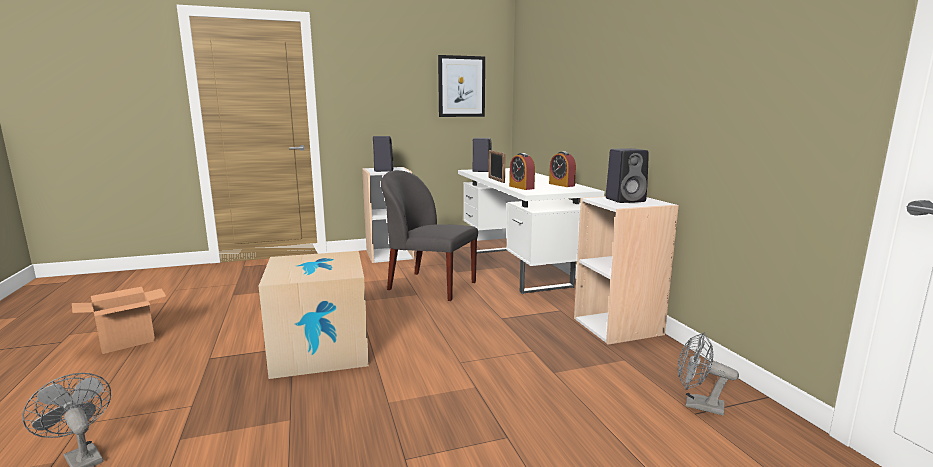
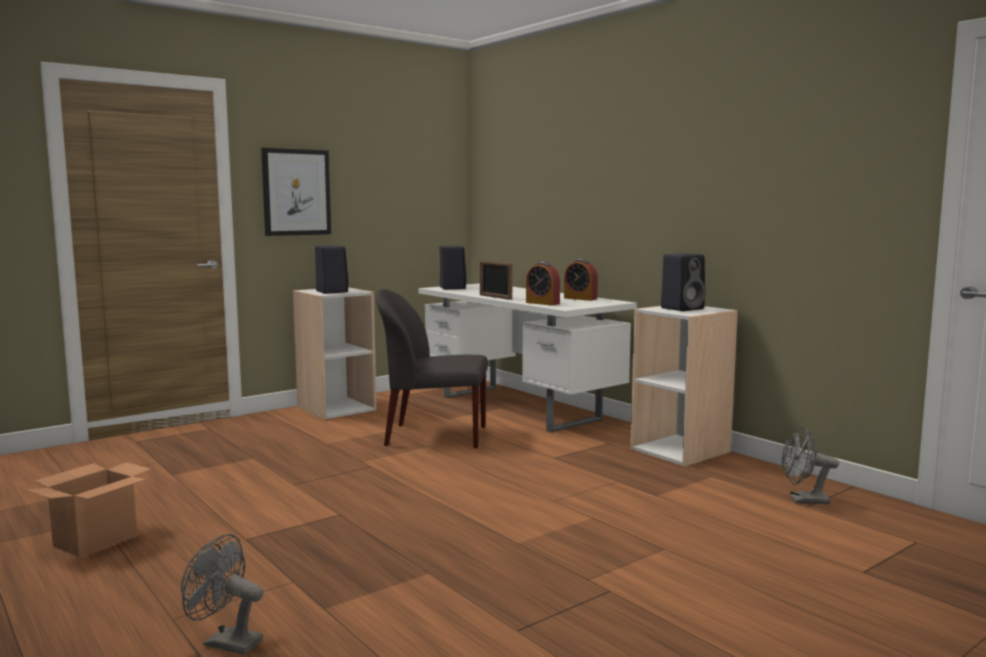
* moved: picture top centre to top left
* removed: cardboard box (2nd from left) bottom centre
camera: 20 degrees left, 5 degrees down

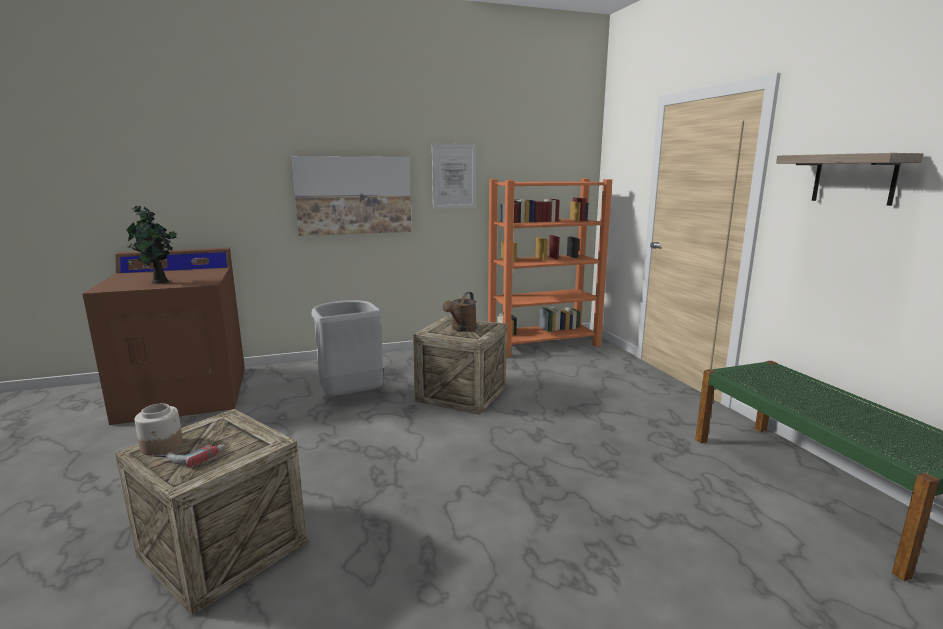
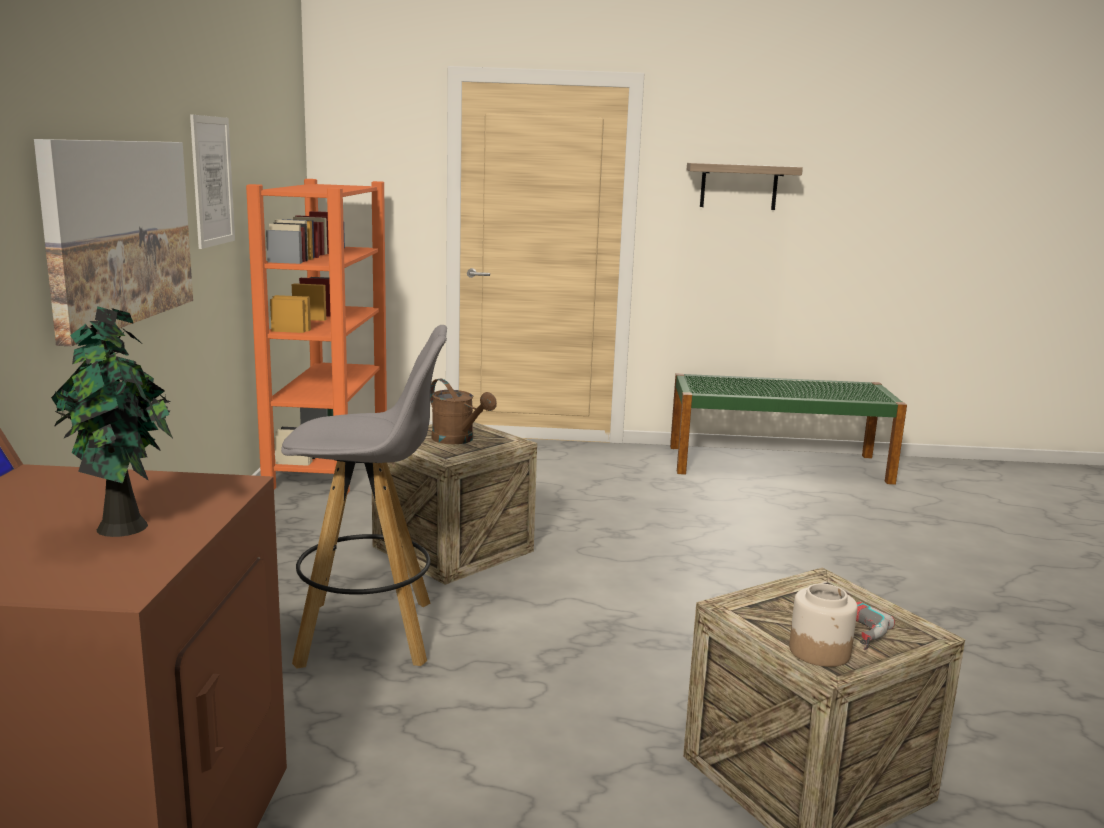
* replaced: grey trash can centre to grey stool middle left
camera: 70 degrees left, 0 degrees up

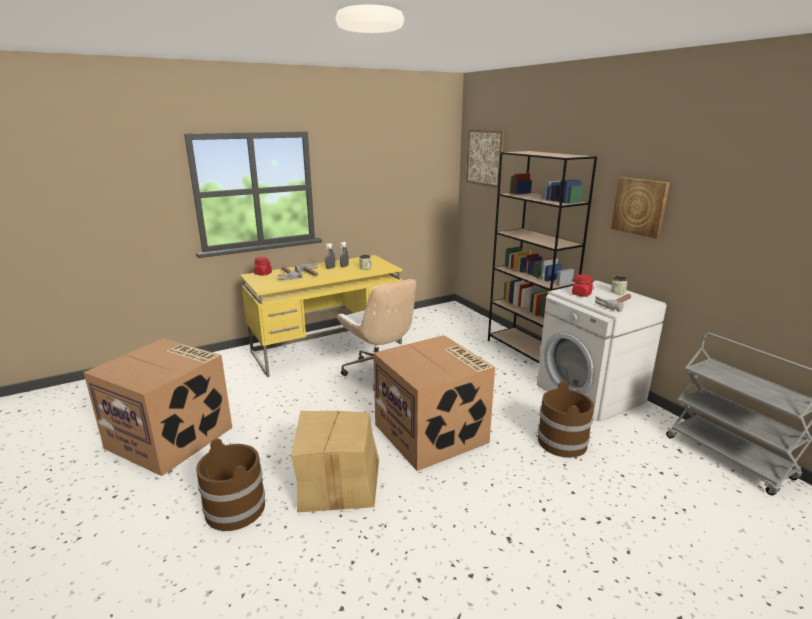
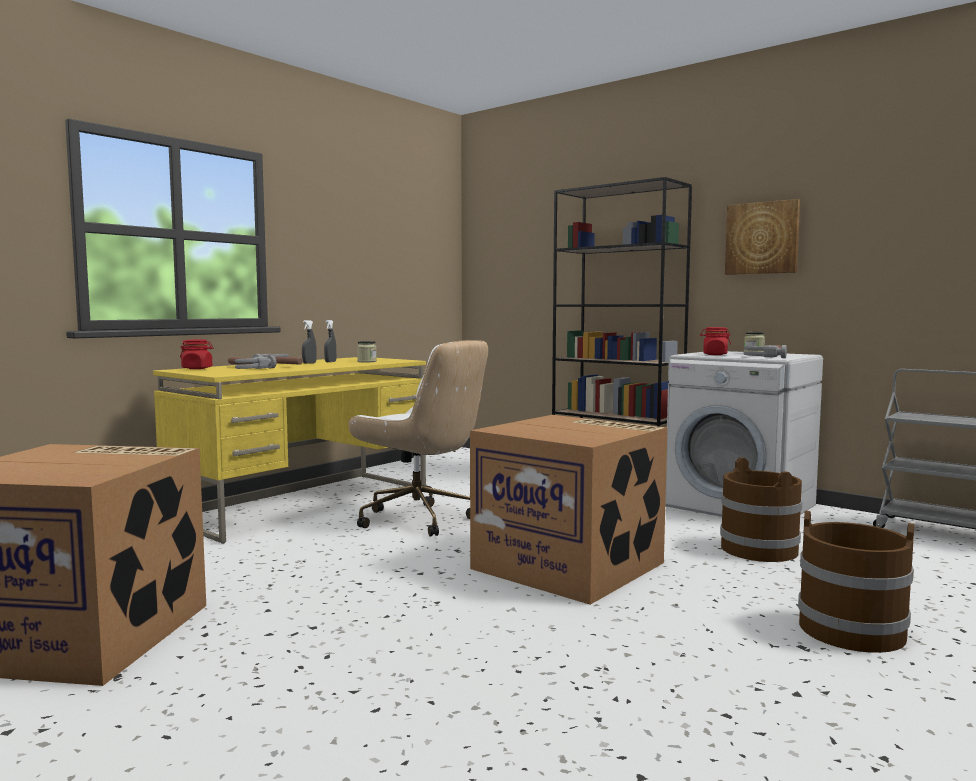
* moved: brown bucket (1st from left in the first image) bottom left to brown bucket (2nd from left) bottom right
* removed: cardboard box (2nd from left) bottom centre
* removed: picture (1st from left) top centre
camera: 20 degrees left, 15 degrees down

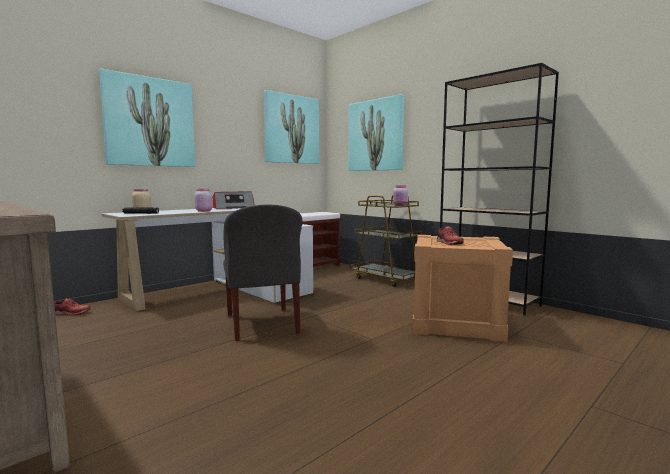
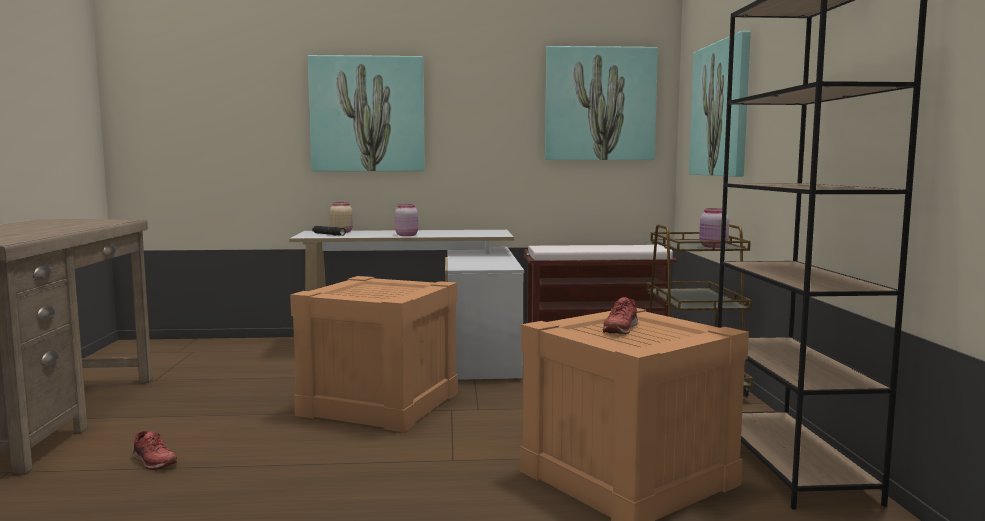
* moved: red shoe (1st from left) middle left to bottom left
* replaced: grey chair centre to crate (1st from left) bottom centre
* removed: radio centre
camera: 40 degrees right, 0 degrees up

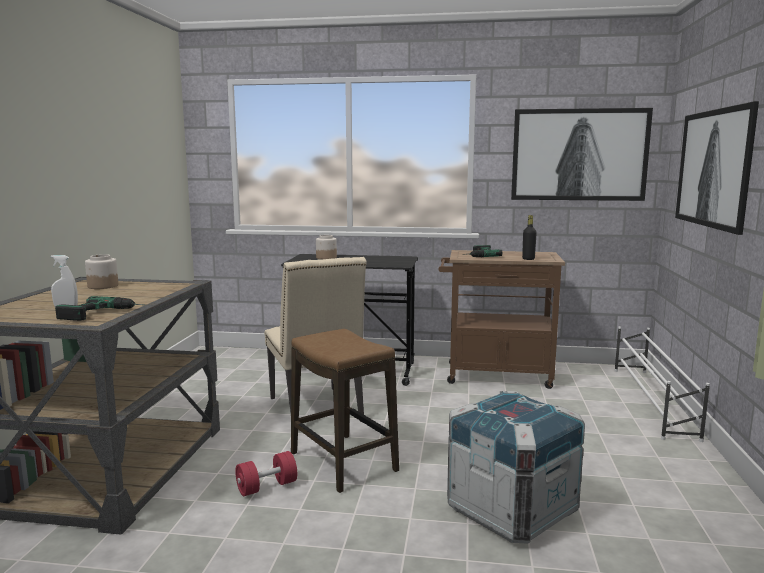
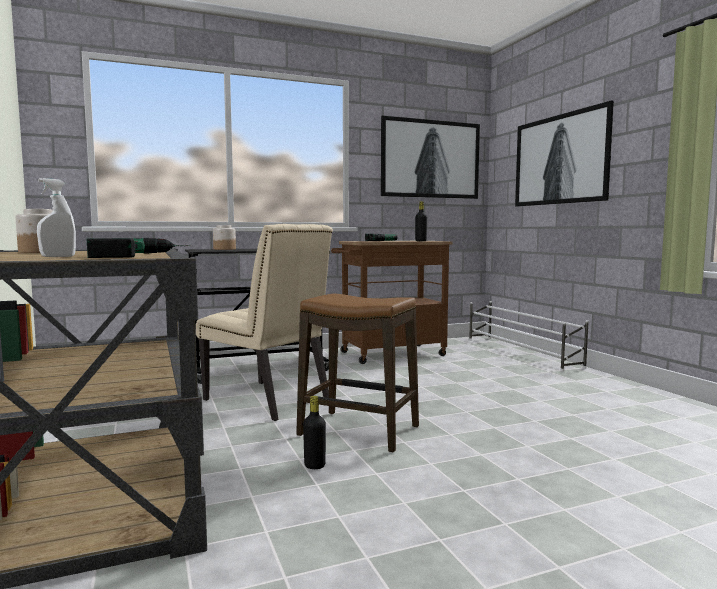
* replaced: red dumbbell bottom centre to black bottle (1st from left) bottom centre
* removed: crate bottom right
camera: 30 degrees left, 5 degrees down

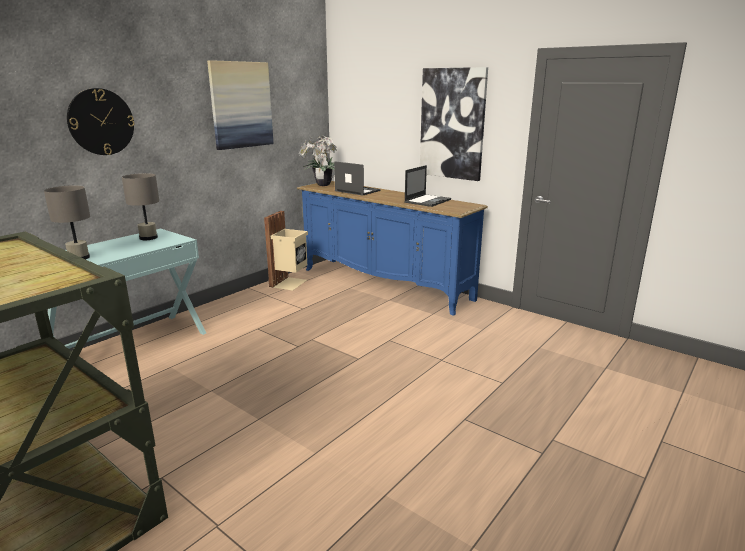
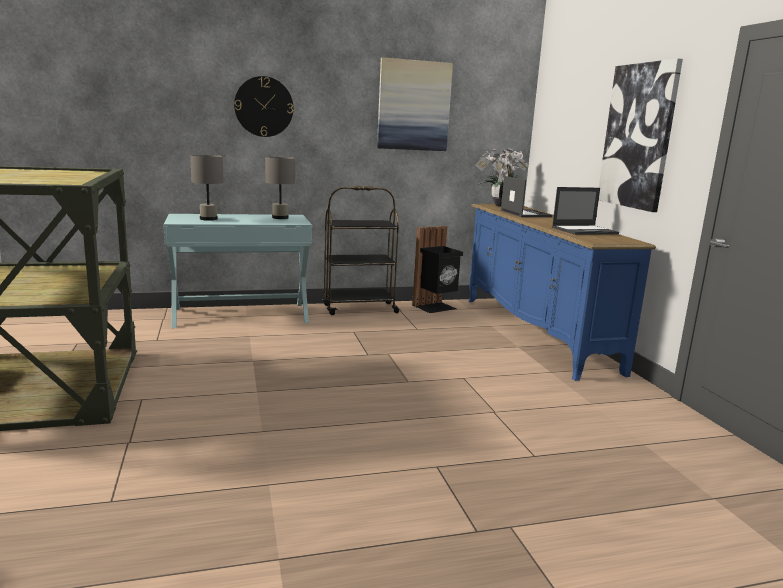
* added: black cart centre
* recoloured: beige trash can centre to black trash can centre
camera: 35 degrees right, 5 degrees down

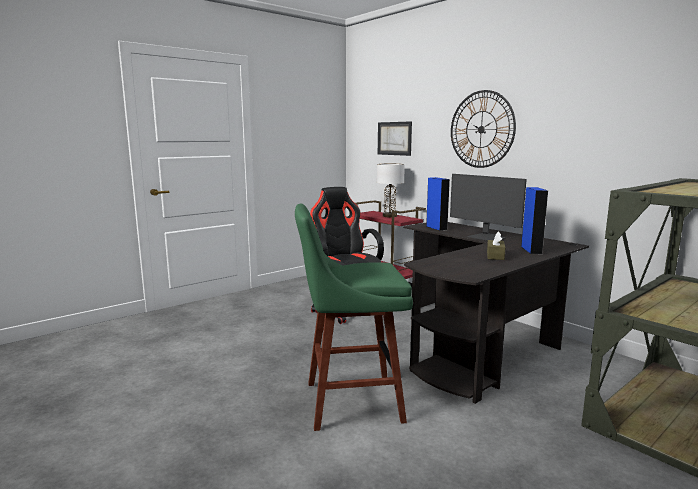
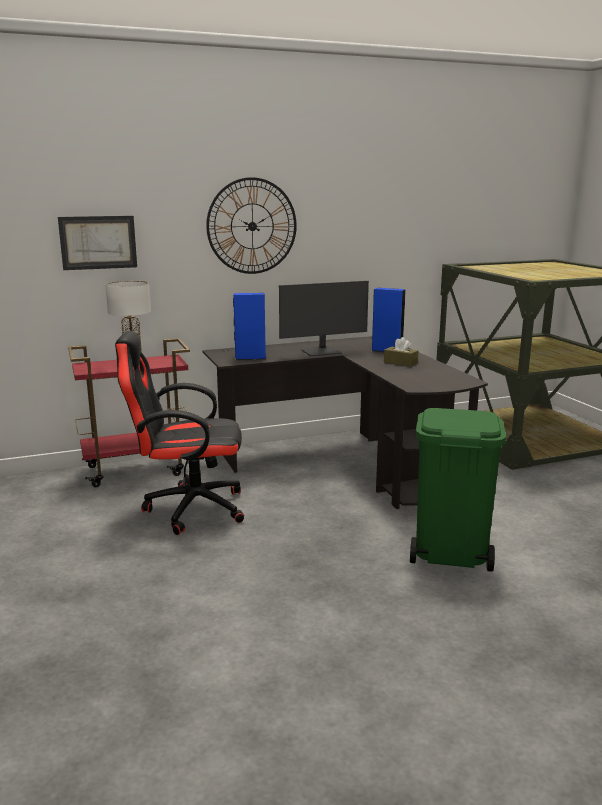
* replaced: green stool centre to green trash can middle right
camera: 70 degrees left, 5 degrees up

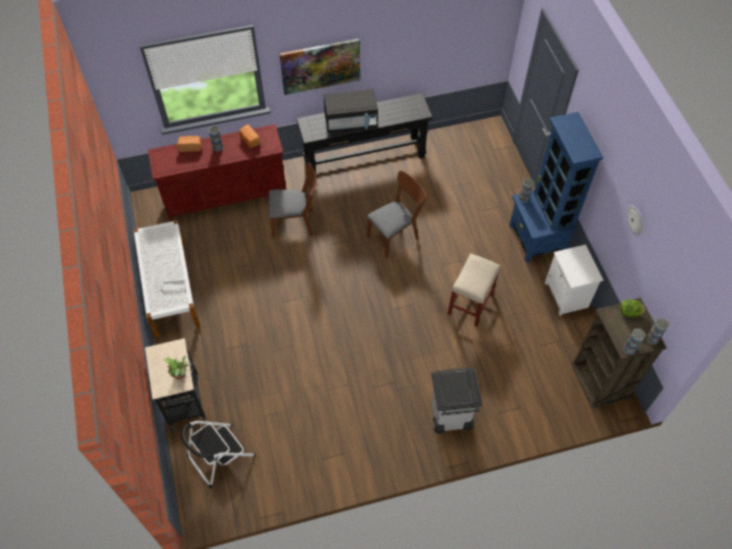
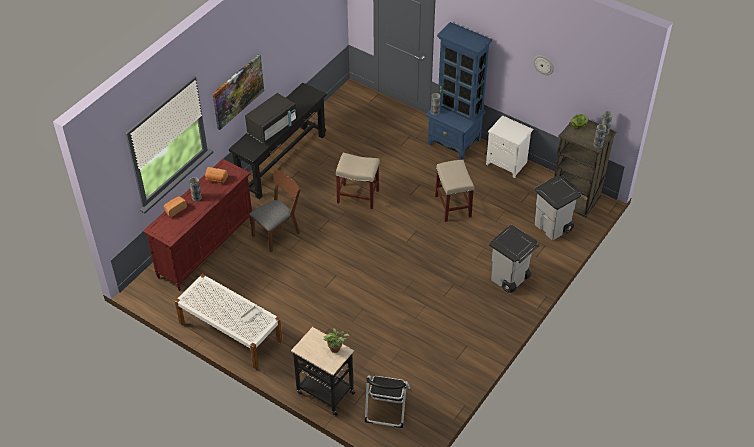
* replaced: brown chair (2nd from left) centre to beige stool (1st from left) centre
* added: grey trash can (2nd from left) middle right
camera: 40 degrees left, 10 degrees down

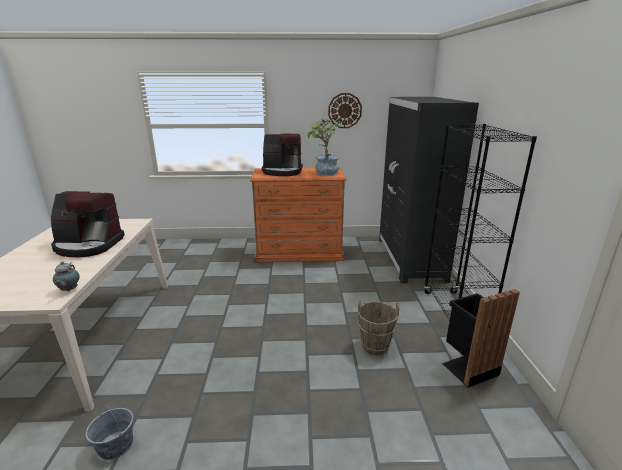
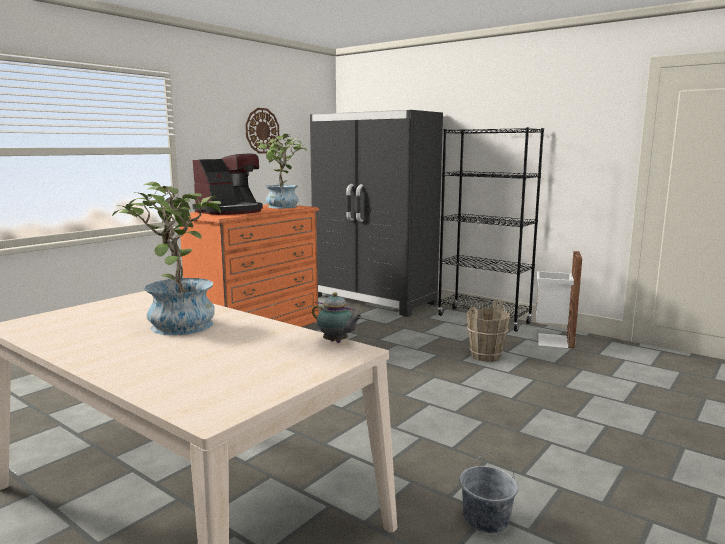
* replaced: coffee machine (1st from left) middle left to potted plant (1st from left) middle left
* recoloured: black trash can bottom right to white trash can middle right
camera: 50 degrees left, 10 degrees down

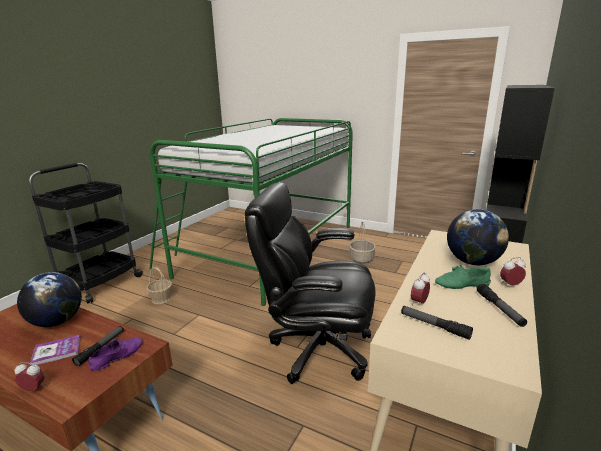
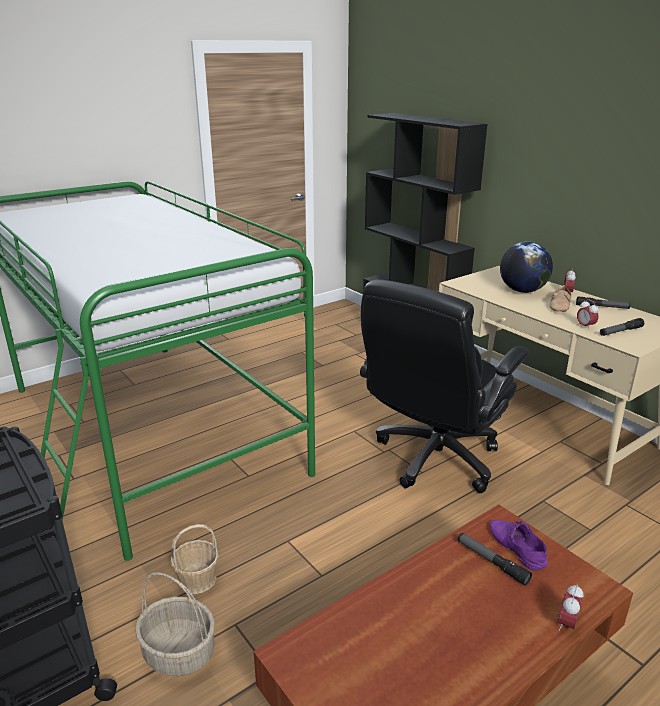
* moved: basket (2nd from left in the first image) centre to basket (1st from left) bottom left
* recoloured: green shoe middle right to beige shoe middle right
* removed: globe (1st from left) middle left
* removed: book bottom left
camera: 65 degrees left, 5 degrees up

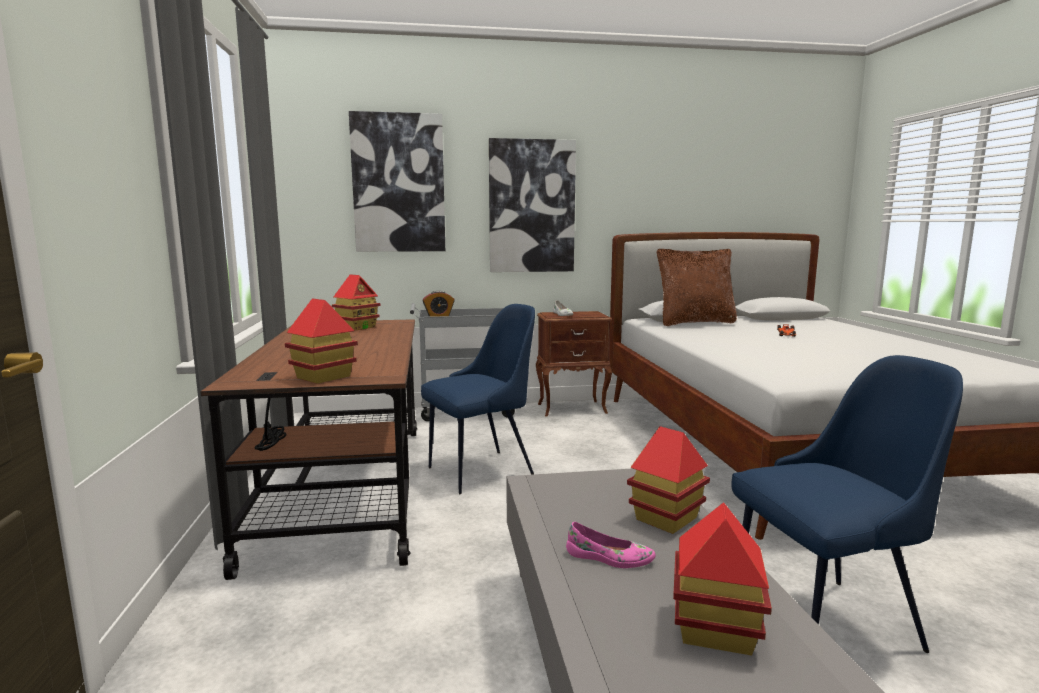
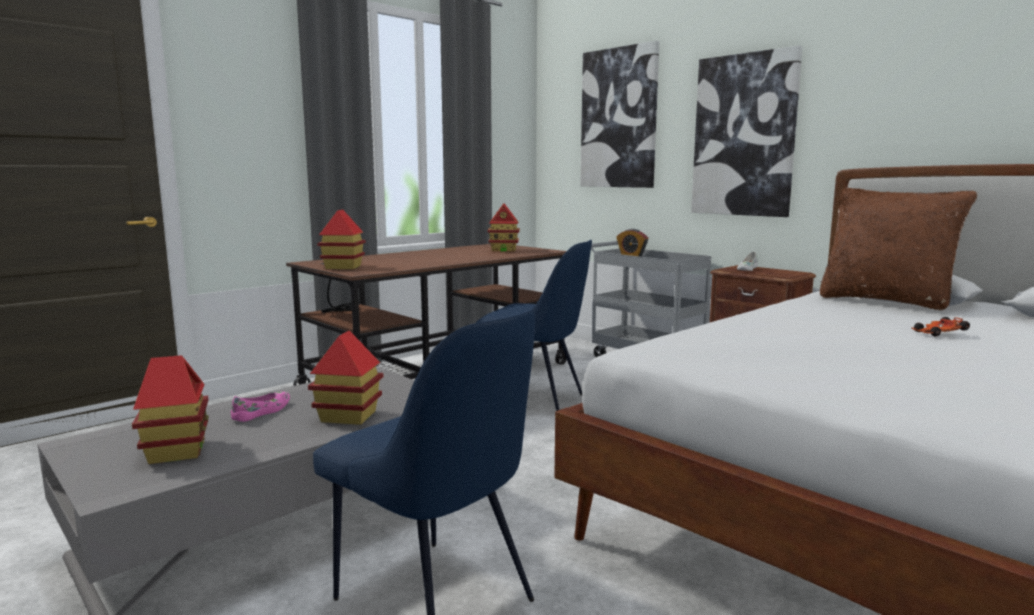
* turned: pink shoe bottom centre = middle left 135 degrees counterclockwise
camera: 55 degrees right, 0 degrees up

